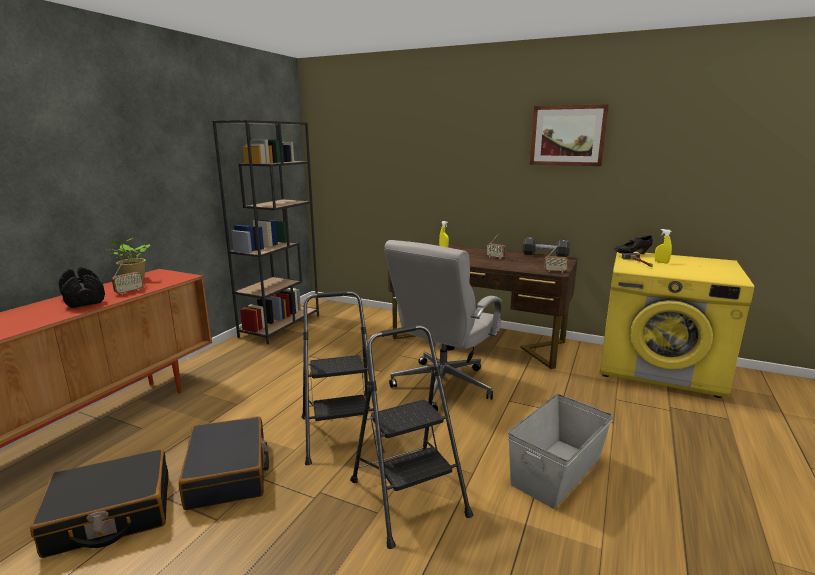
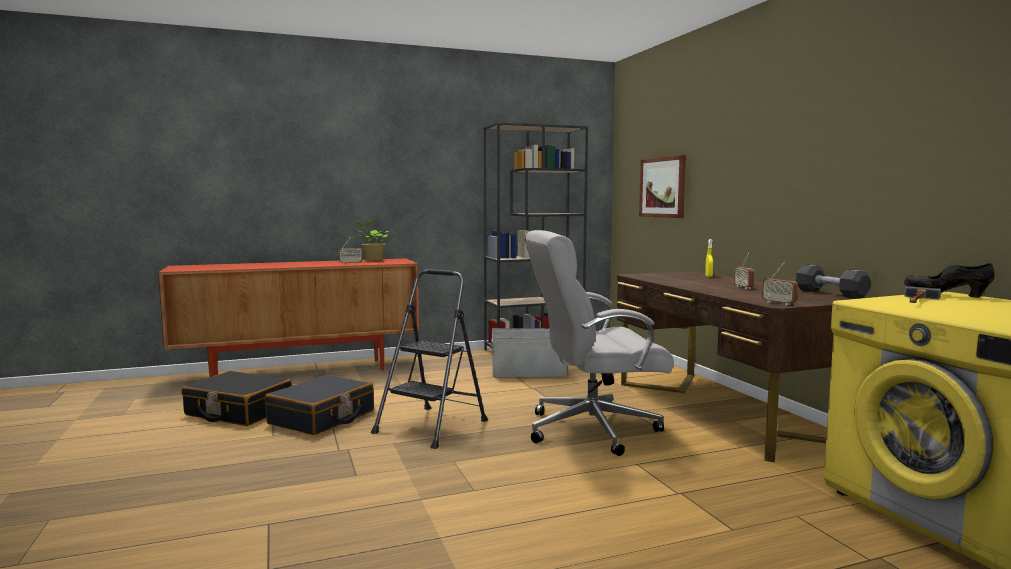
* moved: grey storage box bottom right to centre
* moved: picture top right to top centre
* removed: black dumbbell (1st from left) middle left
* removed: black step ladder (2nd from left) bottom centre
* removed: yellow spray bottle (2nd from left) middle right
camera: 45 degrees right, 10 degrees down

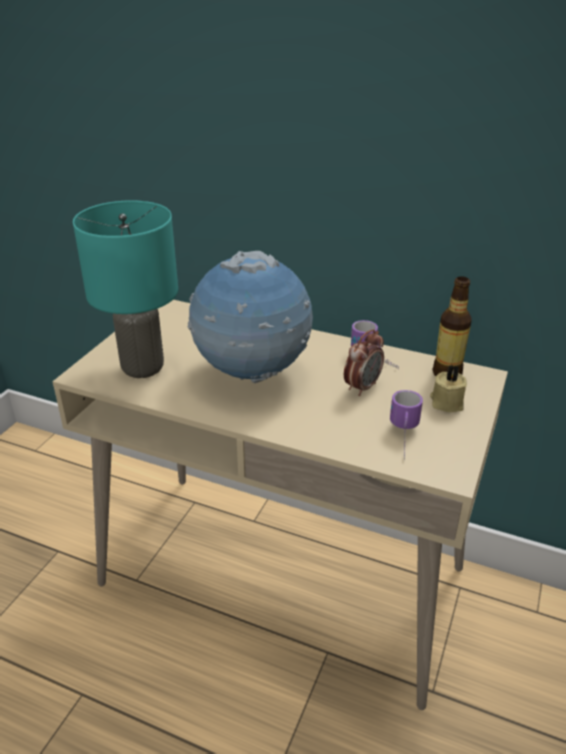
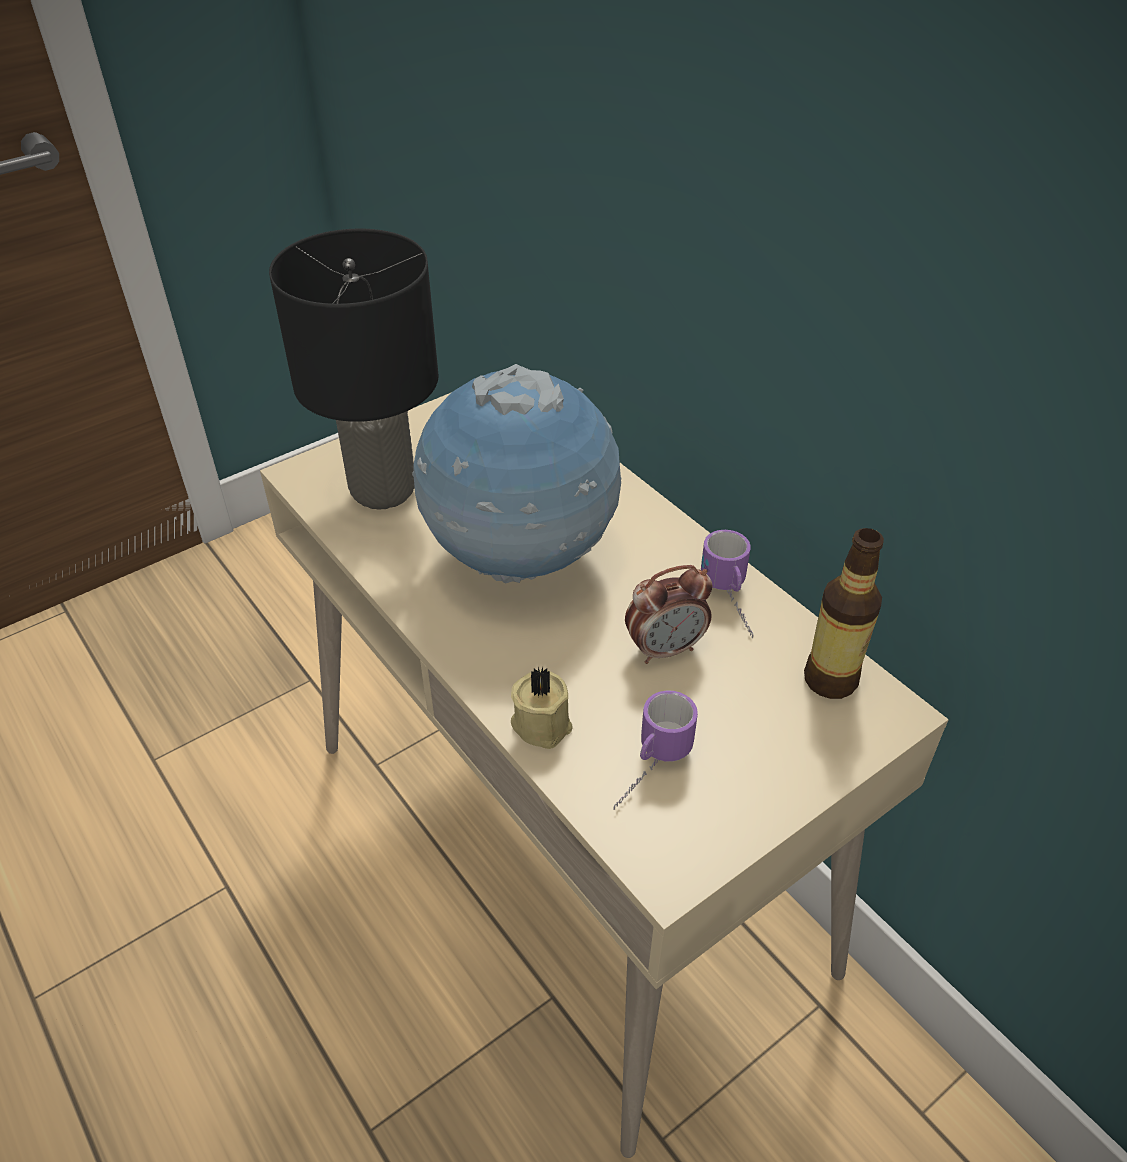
* recoloured: turquoise table lamp middle left to black table lamp top left
* moved: beige candle middle right to centre
camera: 30 degrees right, 10 degrees up

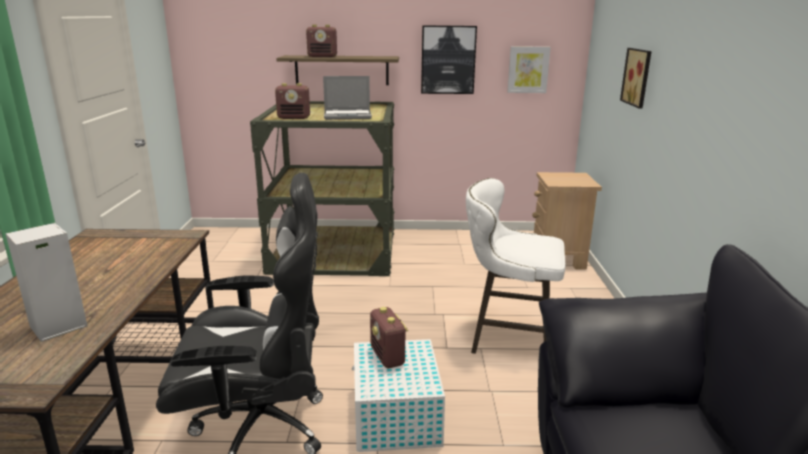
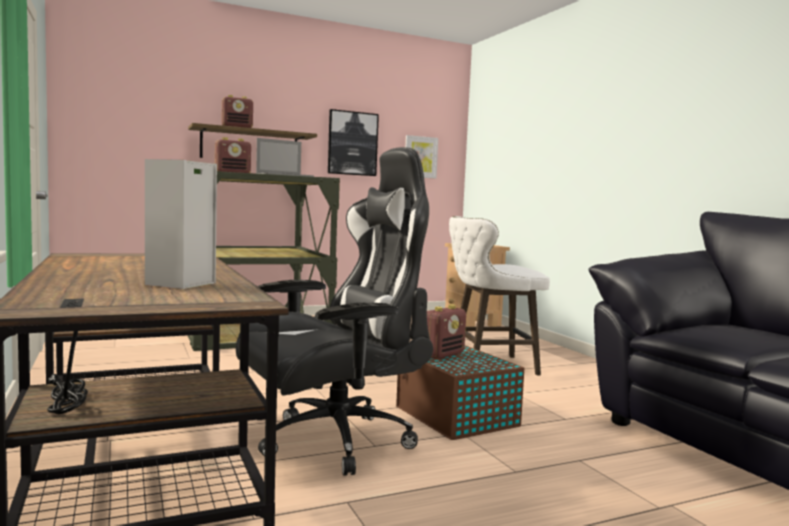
* recoloured: white storage box bottom centre to brown storage box bottom centre
* turned: radio (3rd from left) bottom centre = centre 90 degrees counterclockwise
* removed: picture (3rd from left) top right
camera: 25 degrees left, 15 degrees down

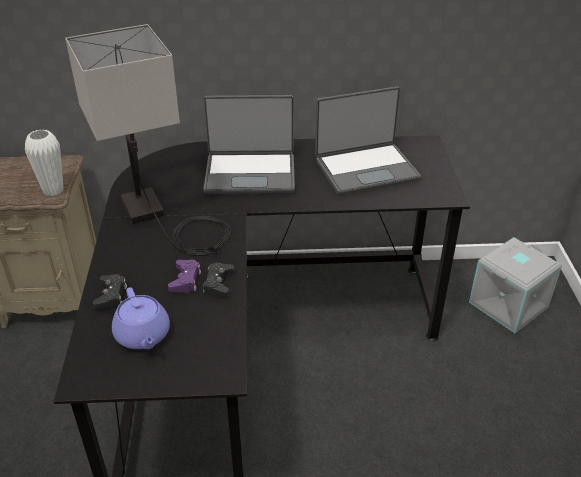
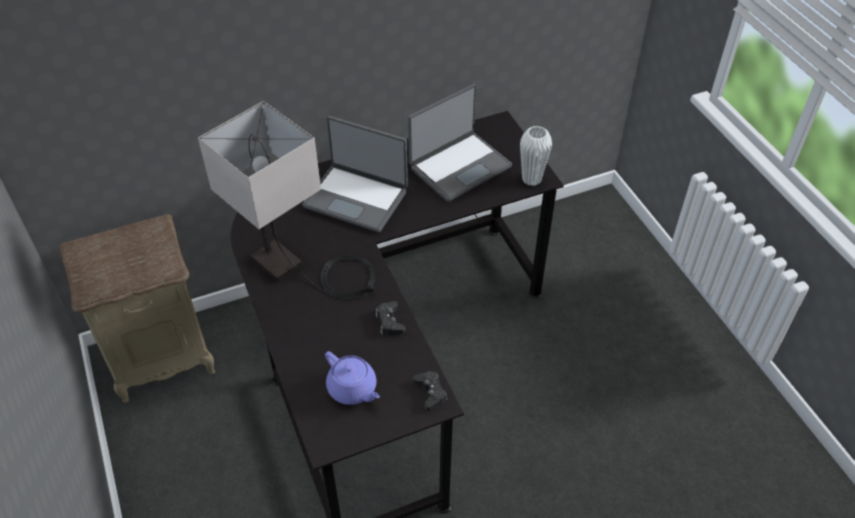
* turned: laptop (1st from left) top centre = centre 45 degrees clockwise
* moved: black game controller (1st from left in the first image) middle left to black game controller (2nd from left) bottom centre
* moved: white vase middle left to top centre
* removed: purple game controller middle left
* removed: grey storage box middle right
camera: 20 degrees left, 10 degrees up

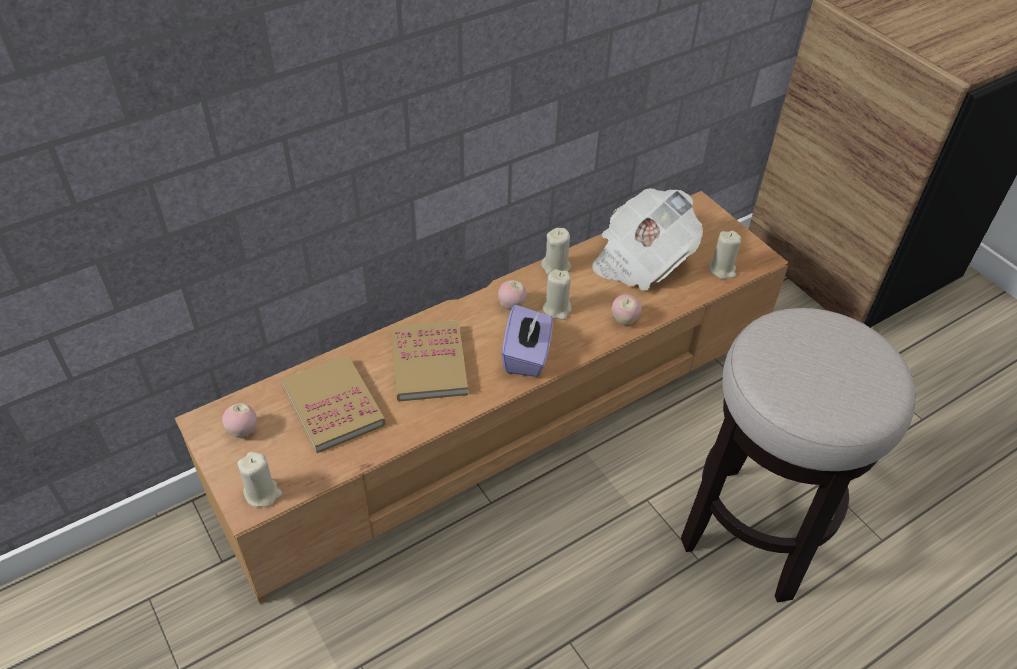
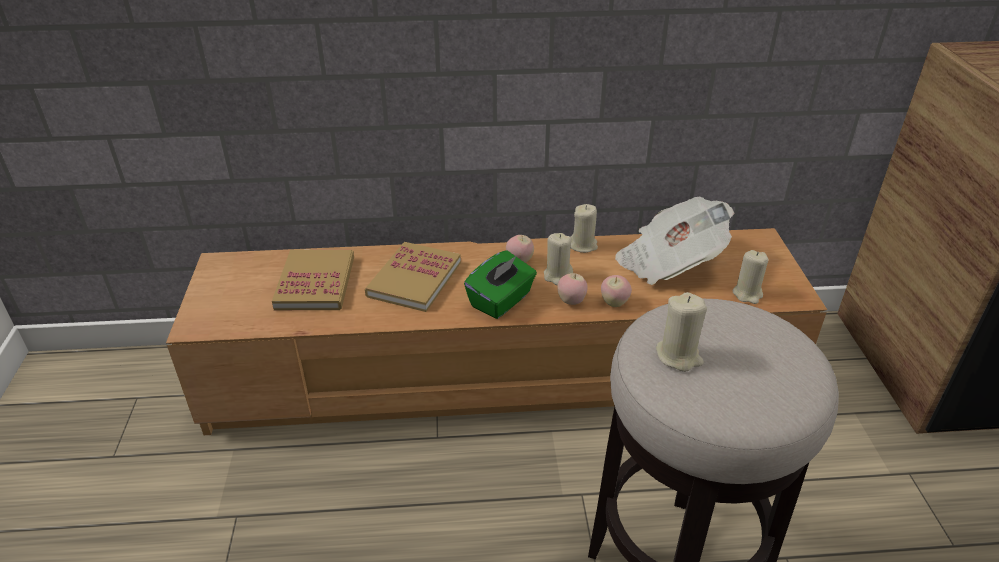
* recoloured: purple tissue box centre to green tissue box centre
* moved: apple (1st from left in the first image) middle left to apple (2nd from left) centre
* moved: beige candle (1st from left in the first image) bottom left to beige candle (3rd from left) middle right
camera: 30 degrees right, 10 degrees down

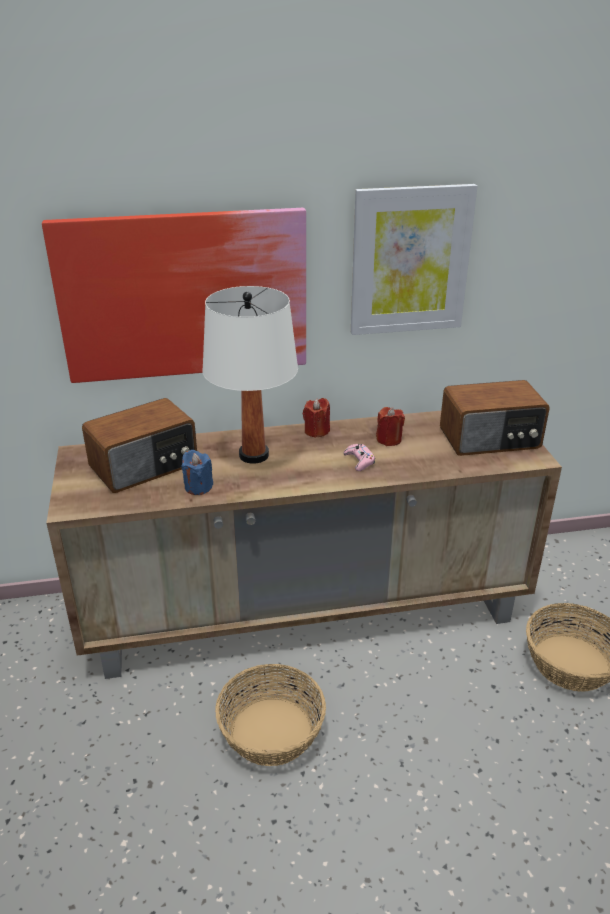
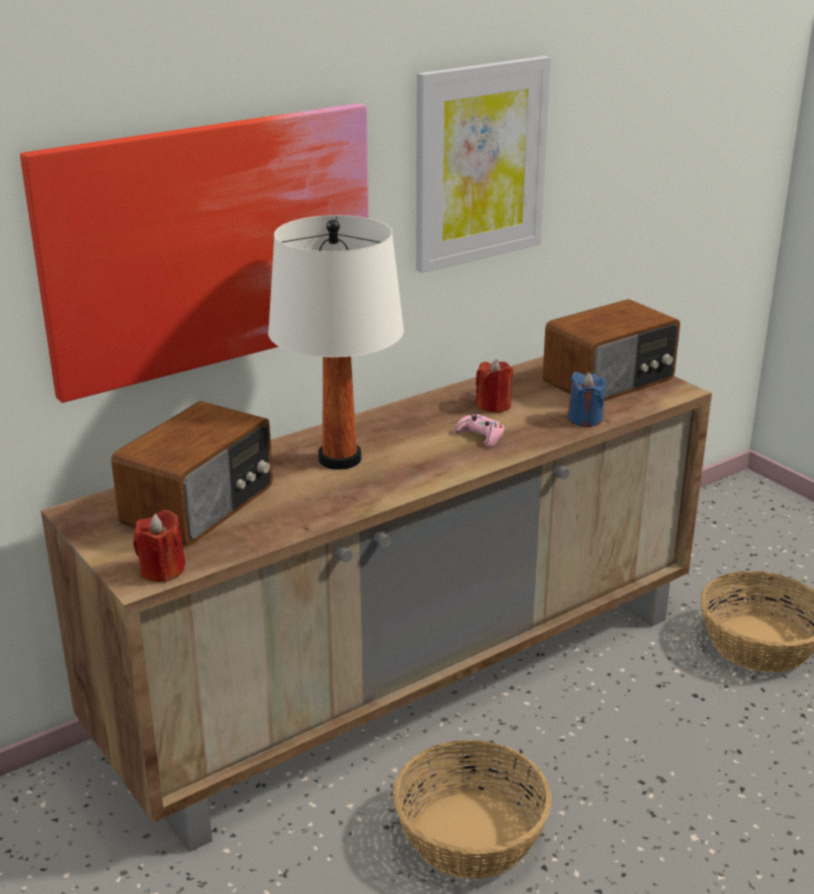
* moved: red candle (1st from left) centre to middle left
* moved: blue candle middle left to middle right
camera: 25 degrees left, 5 degrees down

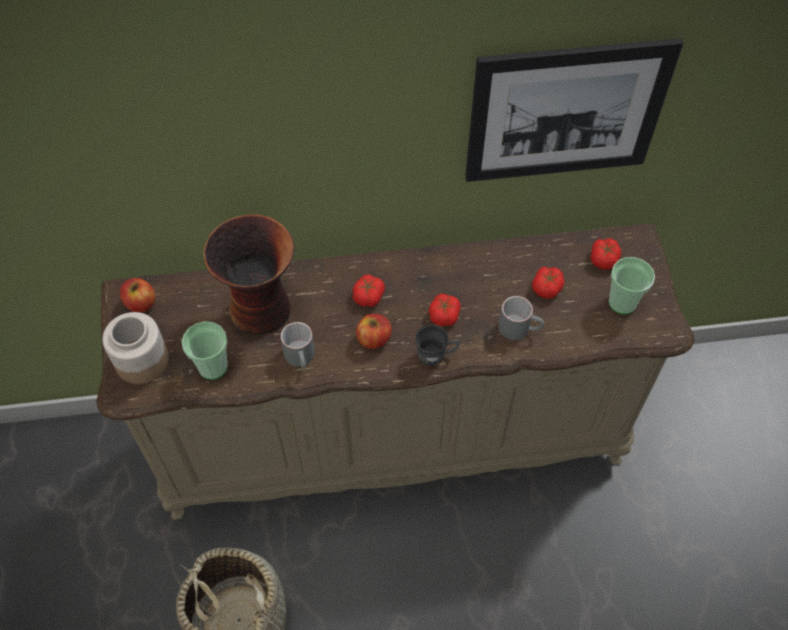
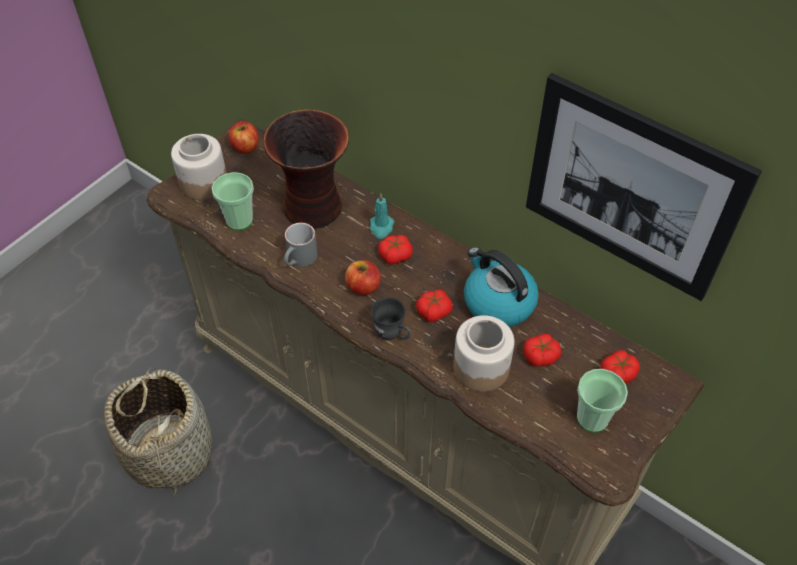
* added: turquoise candle centre
* replaced: grey mug (3rd from left) centre to jar (2nd from left) centre
* added: kettle centre
camera: 45 degrees right, 5 degrees down

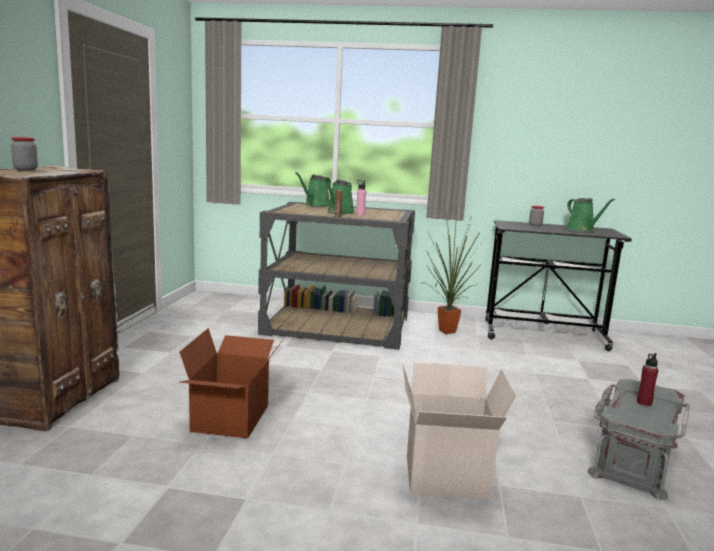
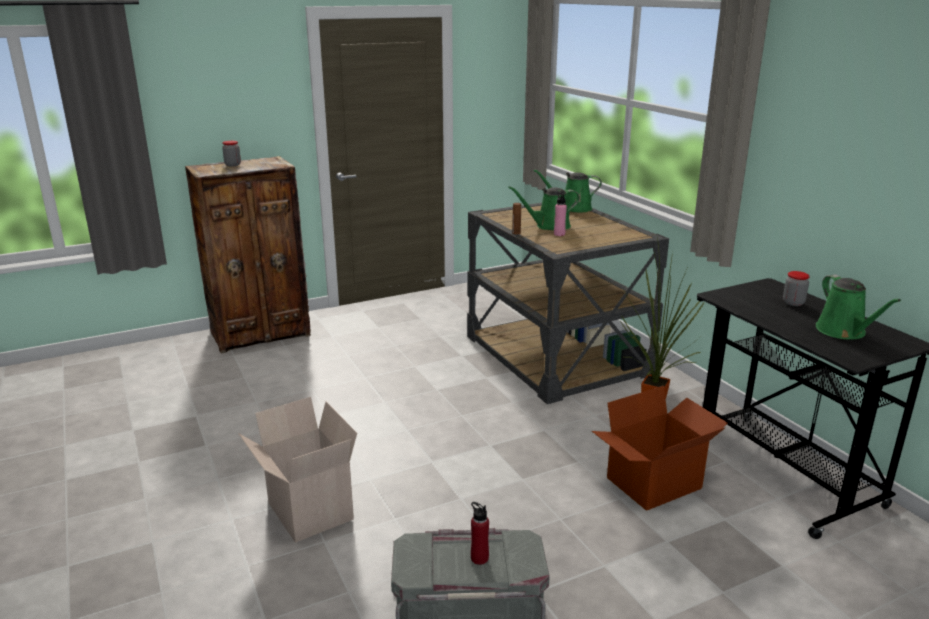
* moved: cardboard box (1st from left in the first image) bottom left to cardboard box (2nd from left) bottom right
* turned: green watering can (3rd from left) middle right = middle right 45 degrees counterclockwise
camera: 55 degrees right, 10 degrees up

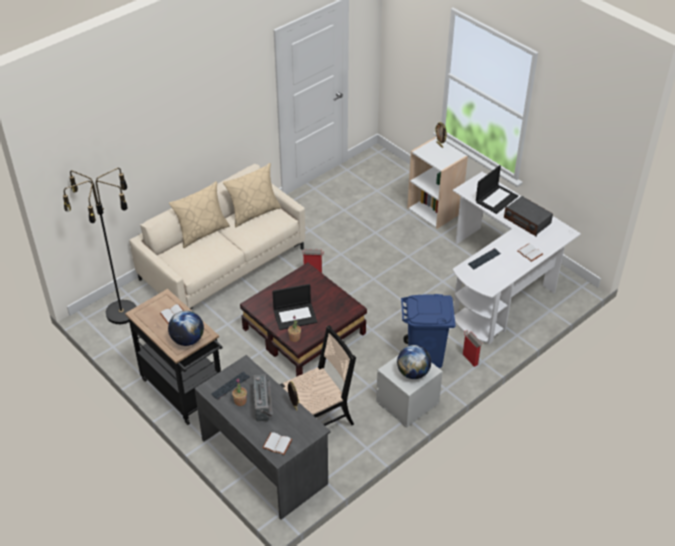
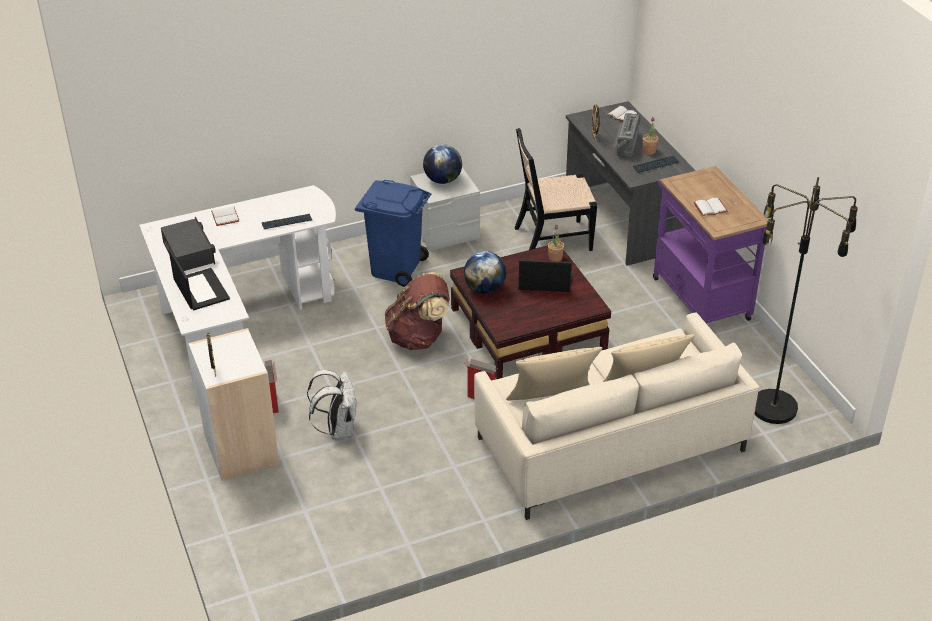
* turned: laptop (2nd from left in the first image) middle right = middle left 90 degrees clockwise
* moved: cardboard box (2nd from left in the first image) middle right to cardboard box (1st from left) middle left
* added: white backpack centre
* added: brown backpack centre
* moved: globe (1st from left in the first image) middle left to globe (2nd from left) centre
* recoloured: black cart middle left to purple cart middle right
camera: 160 degrees left, 5 degrees down

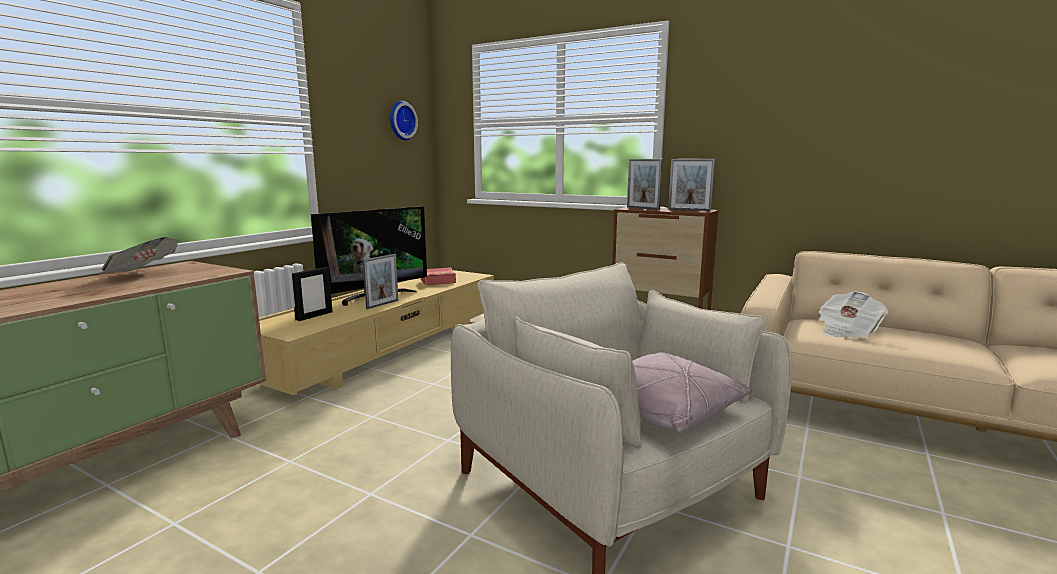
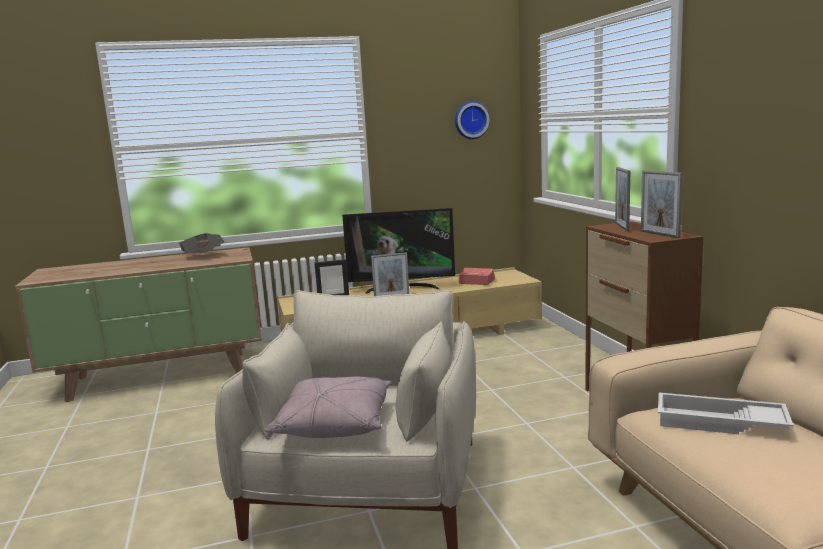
* replaced: newspaper (2nd from left) middle right to white tray bottom right
camera: 45 degrees right, 0 degrees up

